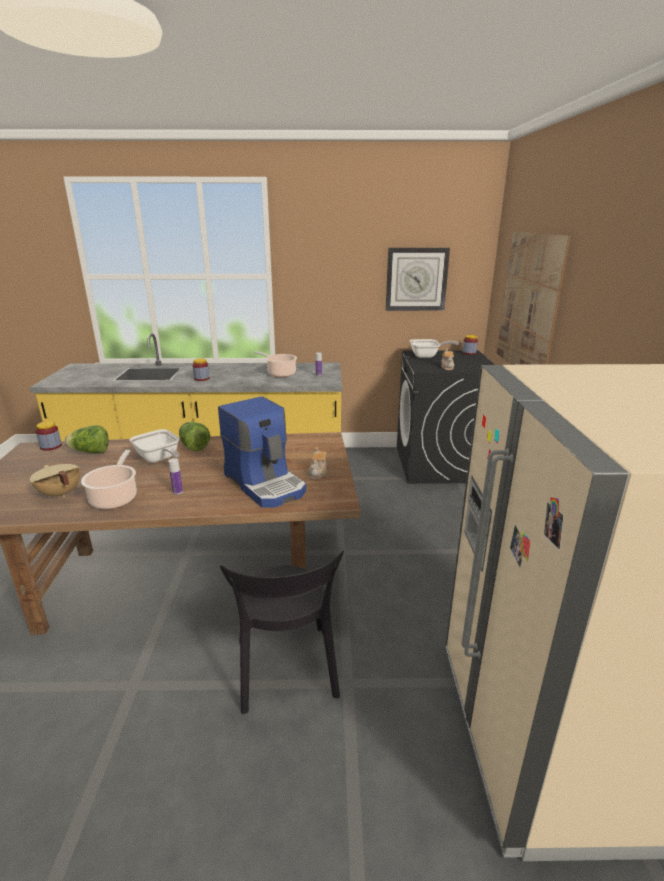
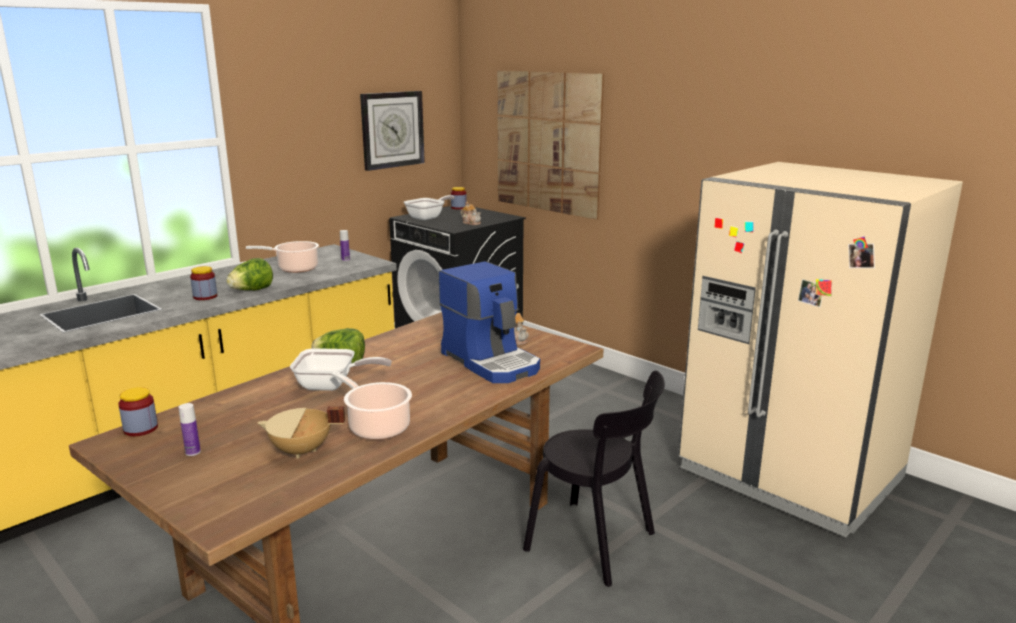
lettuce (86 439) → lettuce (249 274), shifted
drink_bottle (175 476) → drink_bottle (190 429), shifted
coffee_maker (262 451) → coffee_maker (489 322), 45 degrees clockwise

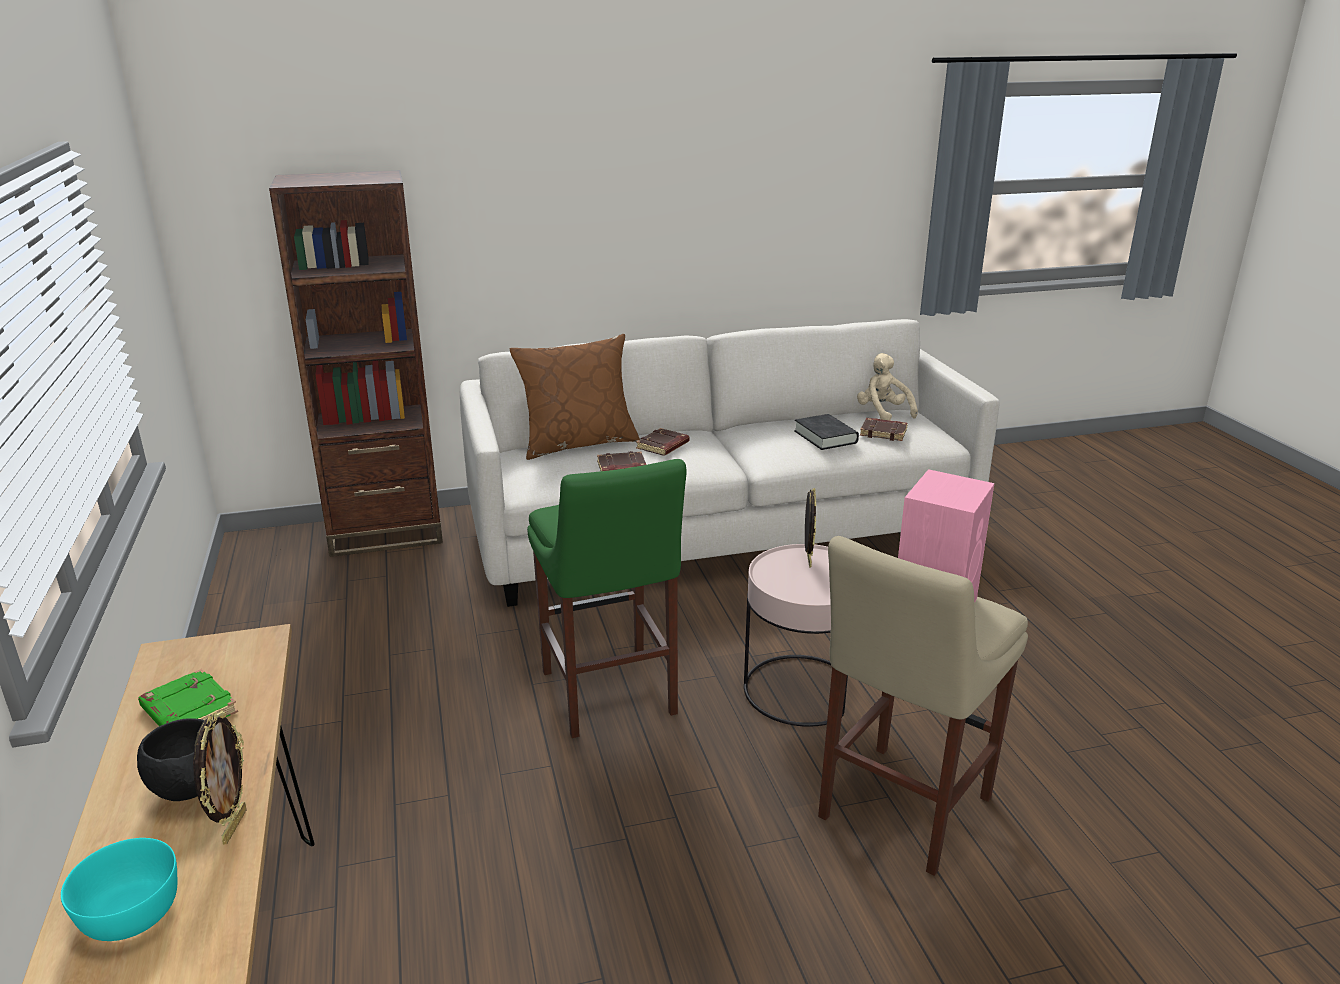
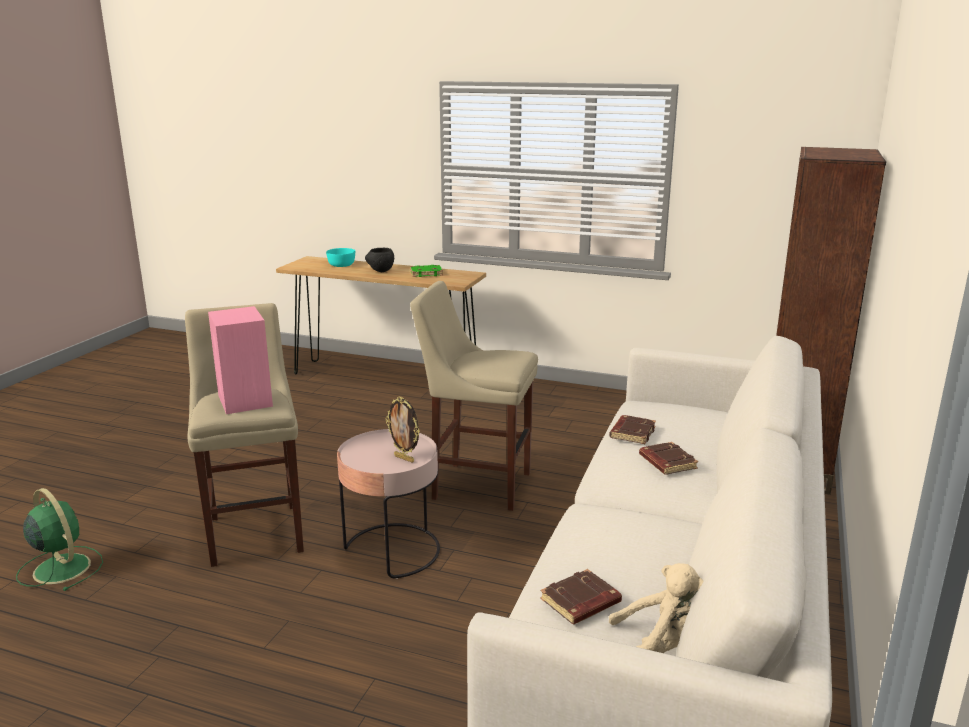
photo_frame (219 777) → -
brownish_pillow (575 397) → -
greenish_stool_seat (607 598) → beige-coloured_stool_seat (474 396)
black-coloured_book (826 432) → -
- → greenish_electric_fan (59 539)

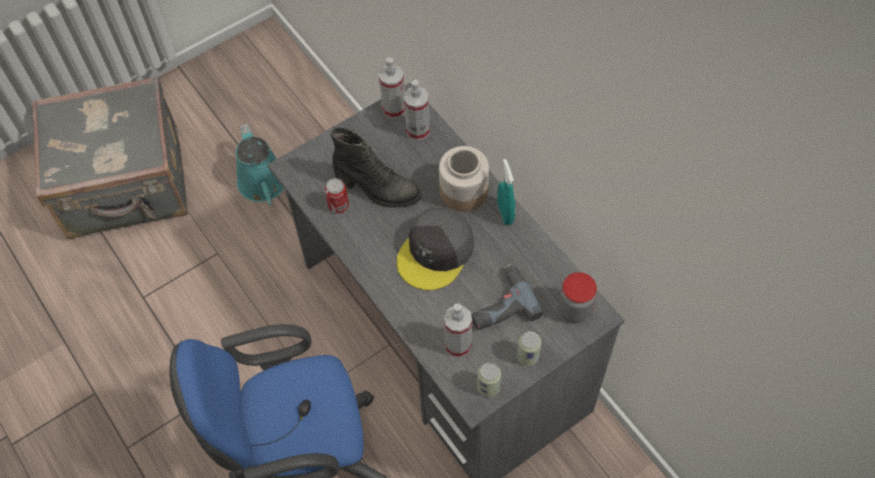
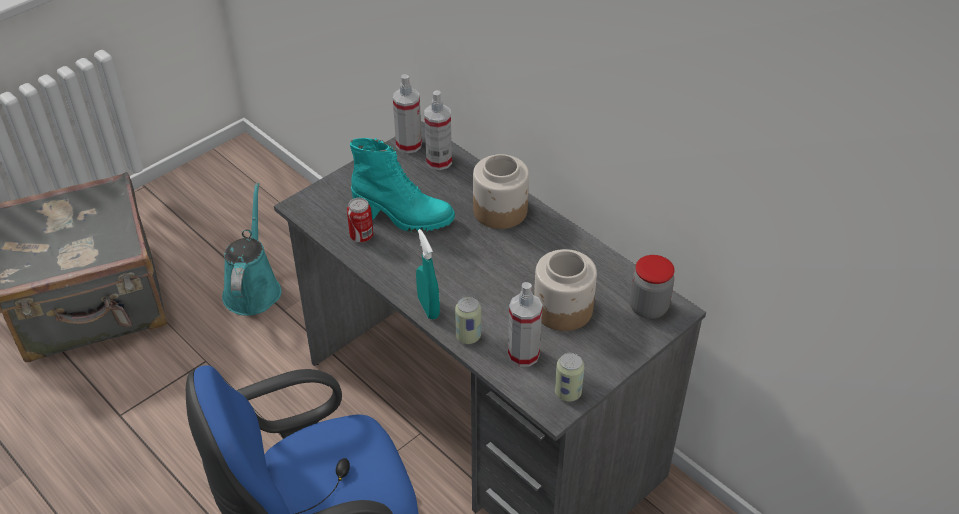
turquoise-coloured_watering_pot (260 164) → turquoise-coloured_watering_pot (252 249), 150 degrees counterclockwise
black-coloured_high-top_boot (376 168) → turquoise-coloured_high-top_boot (402 185)
gray_cap (435 248) → -
power_drill (507 296) → jar (565 290)
turquoise-coloured_hand_sprayer (506 192) → turquoise-coloured_hand_sprayer (428 274), shifted
sealed_can (529 348) → sealed_can (468 320), shifted

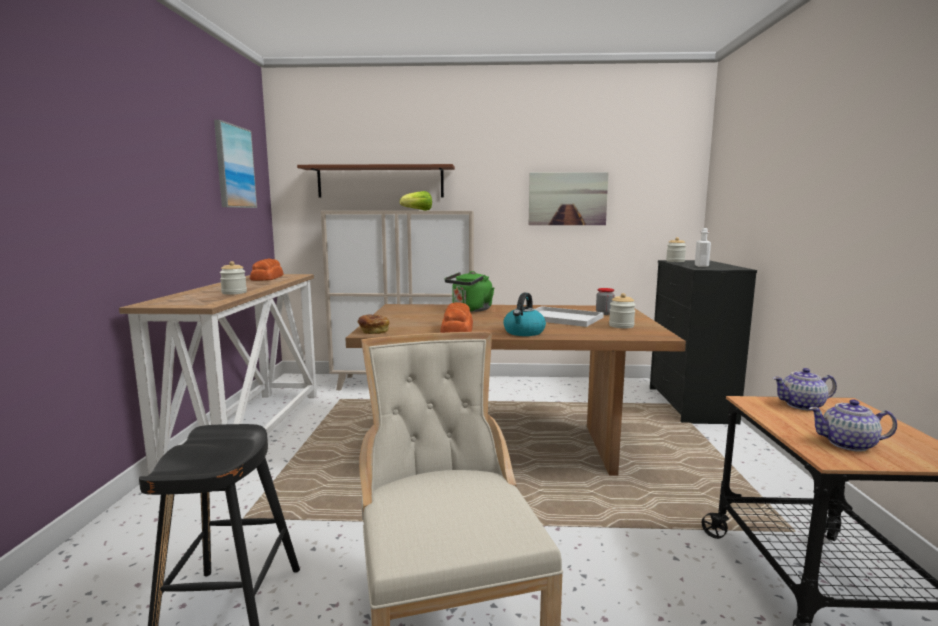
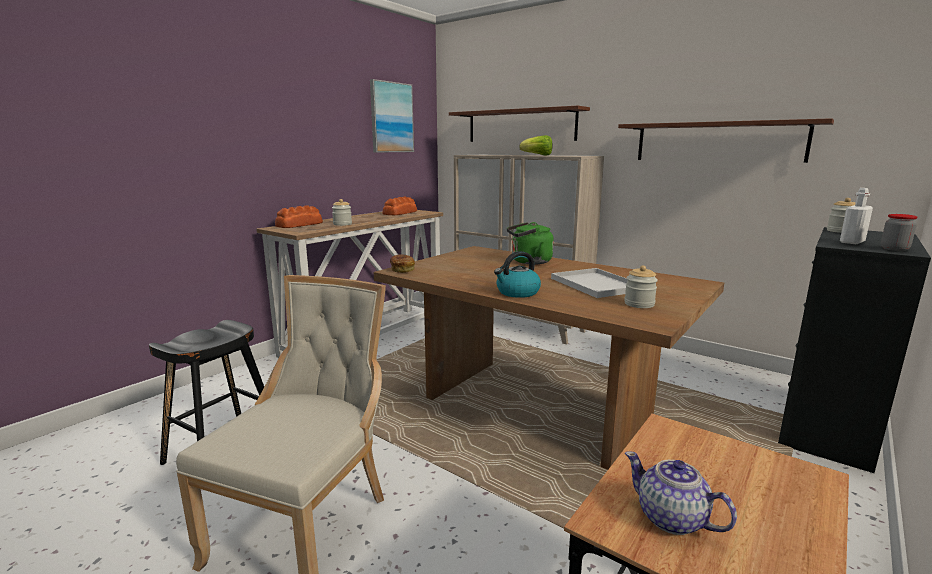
bread (456 317) → bread (299 216), shifted
picture (569 198) → brownish_shelf (726 140)
jar (605 301) → jar (899 232), shifted
teapot (805 389) → -

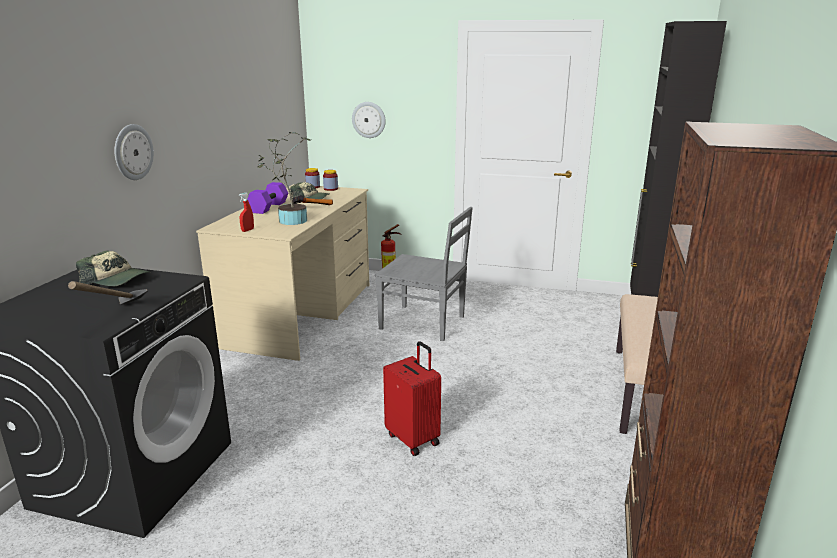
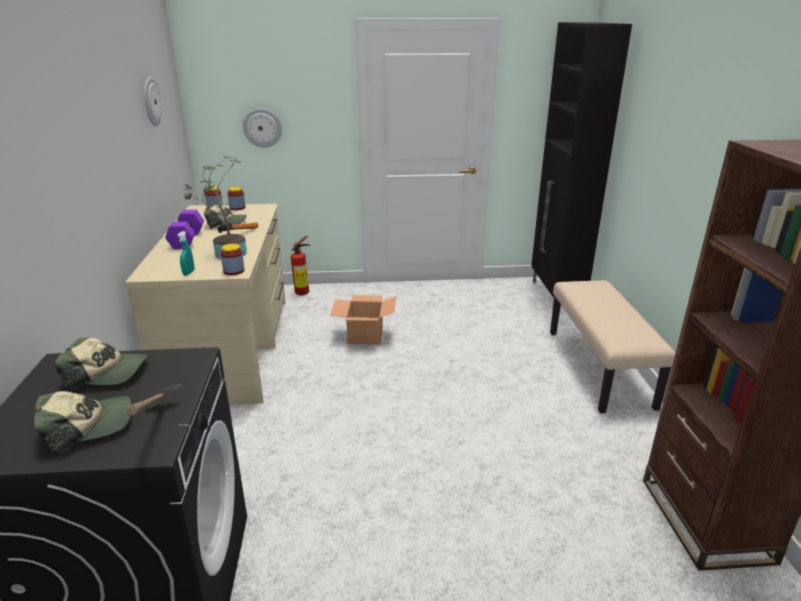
clock_on_the_wall (134 152) → clock_on_the_wall (153 101), shifted
red_hand_sprayer (246 212) → turquoise-coloured_hand_sprayer (186 253)
gray_chair (424 274) → cardboard_box (363 320)
red_piece_of_luggage (412 398) → -
- → cap (83 424)
- → jar (233 259)

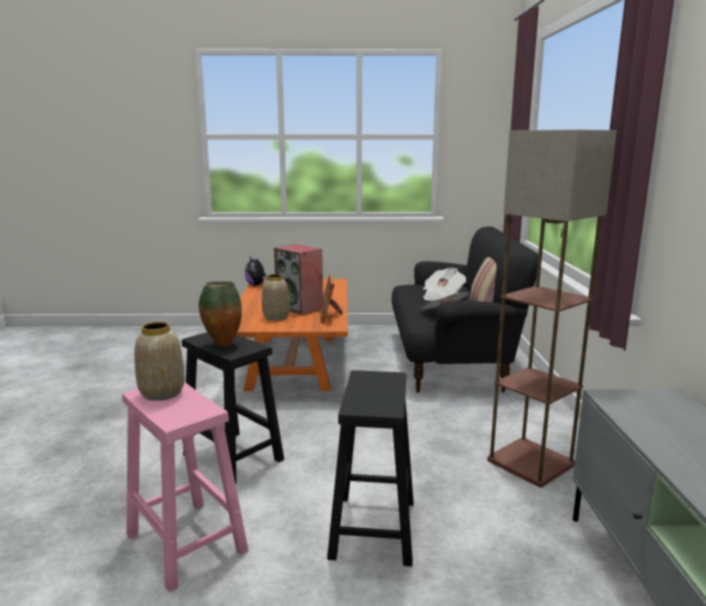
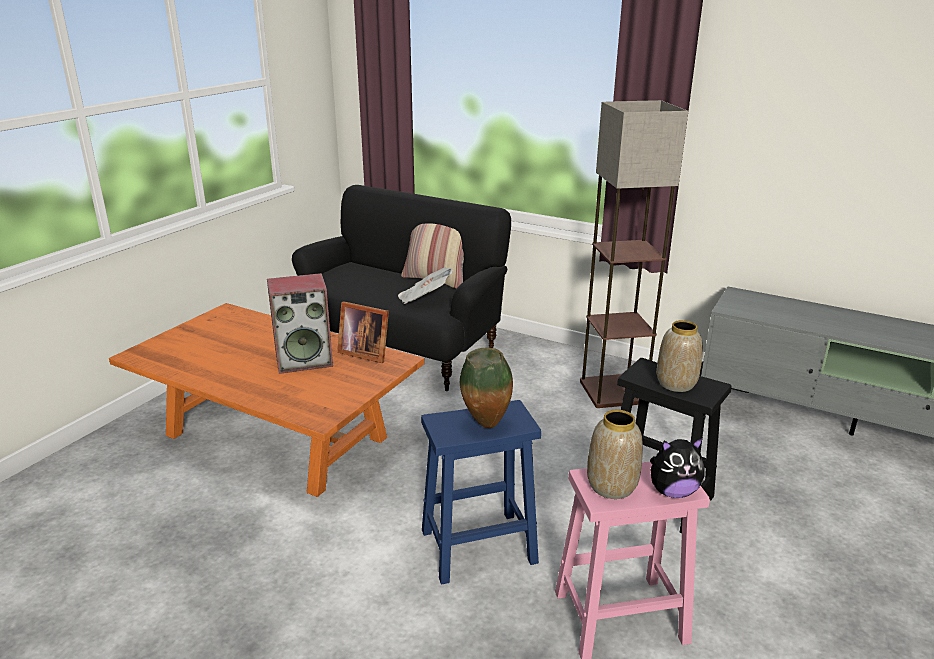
black-coloured_stool_seat (233 408) → blue_stool_seat (481 492)
cuddly_toy (256 271) → cuddly_toy (677 468), shifted
decorative_vase (276 297) → decorative_vase (680 356), shifted
printed_paper (444 284) → -

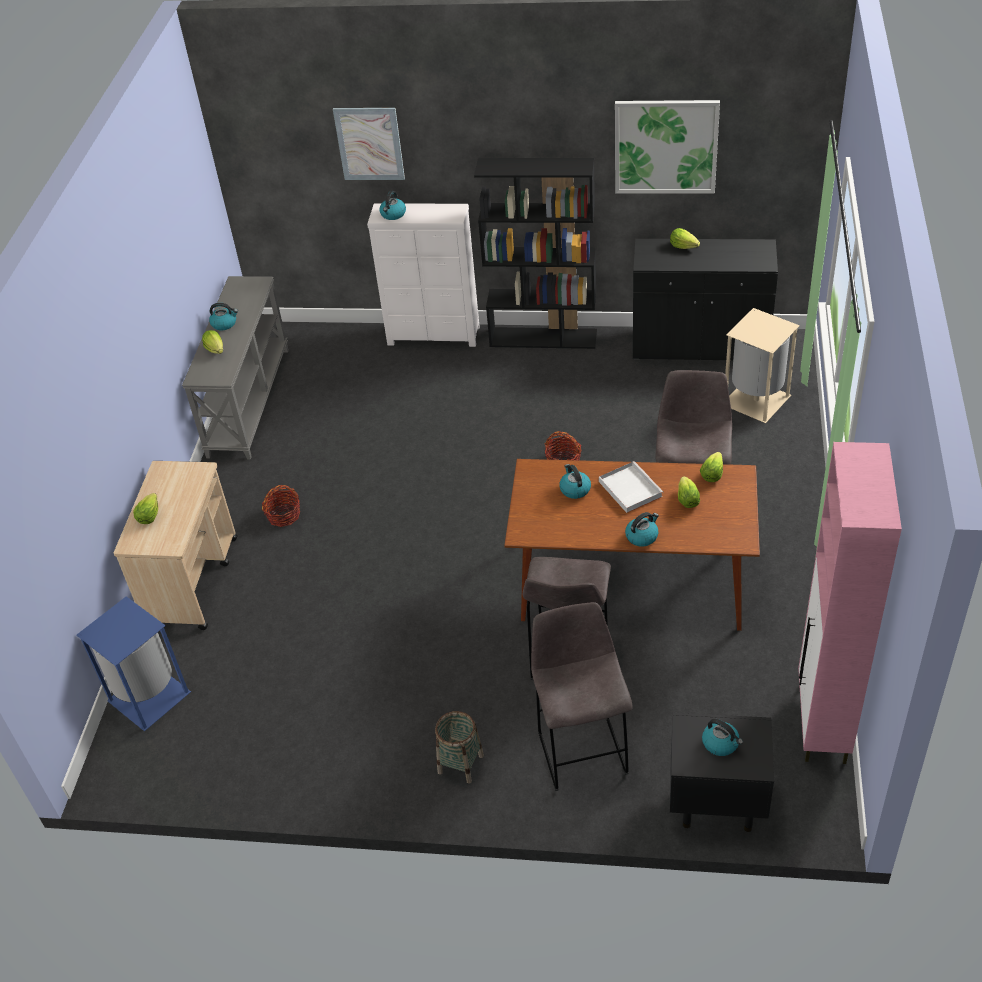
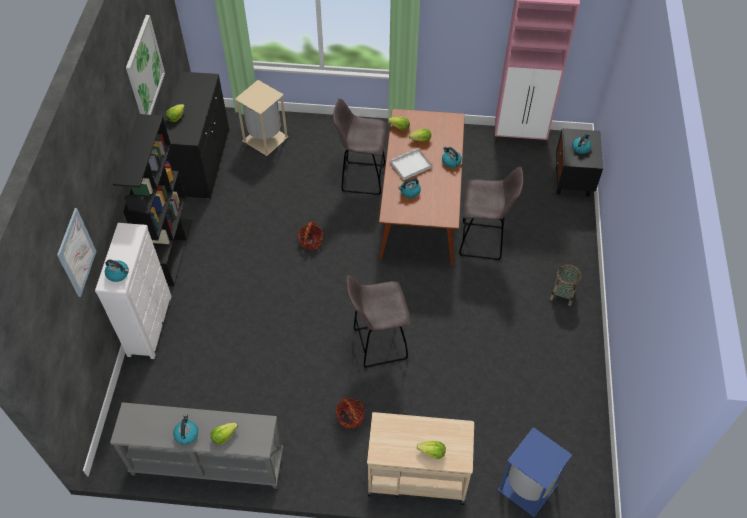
gray_stool_seat (582 696) → gray_stool_seat (379 321), shifted

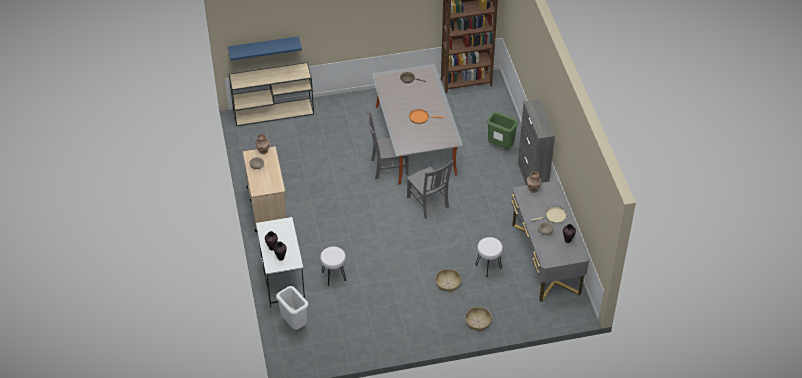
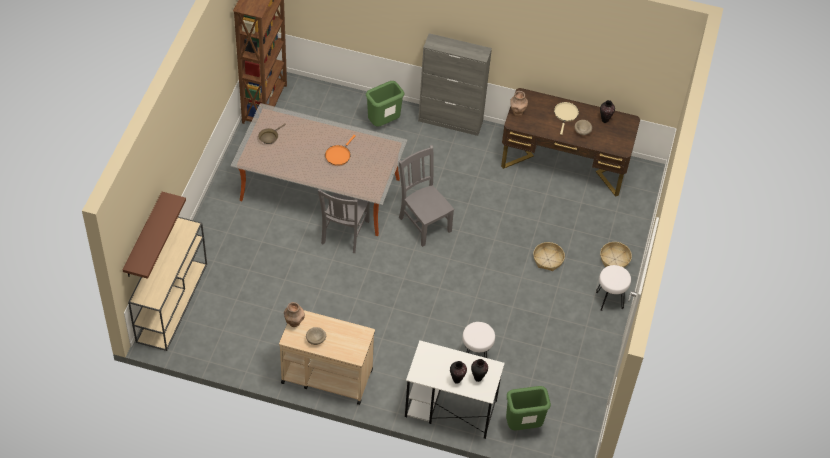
blue_shelf (265 48) → brownish_shelf (154 235)
white_rubbish_bin (292 308) → greenish_rubbish_bin (528 408)
gray_chair (430 189) → gray_chair (426 196), 120 degrees counterclockwise
white_stool_seat (489 257) → white_stool_seat (613 288), shifted
gray_desk_unit (550 241) → brownish_desk_unit (570 142)

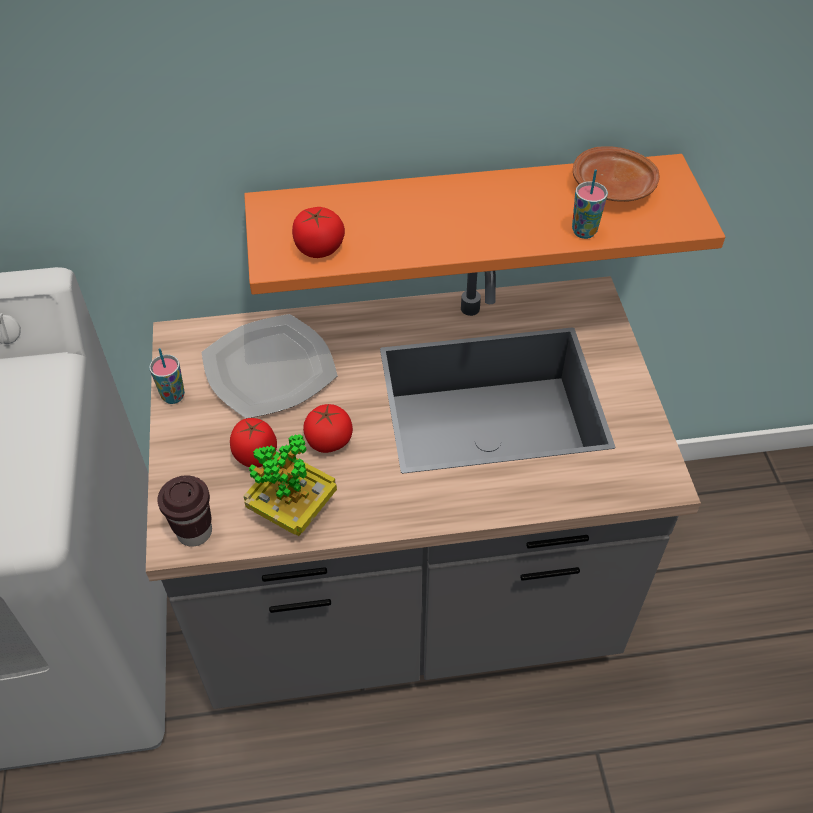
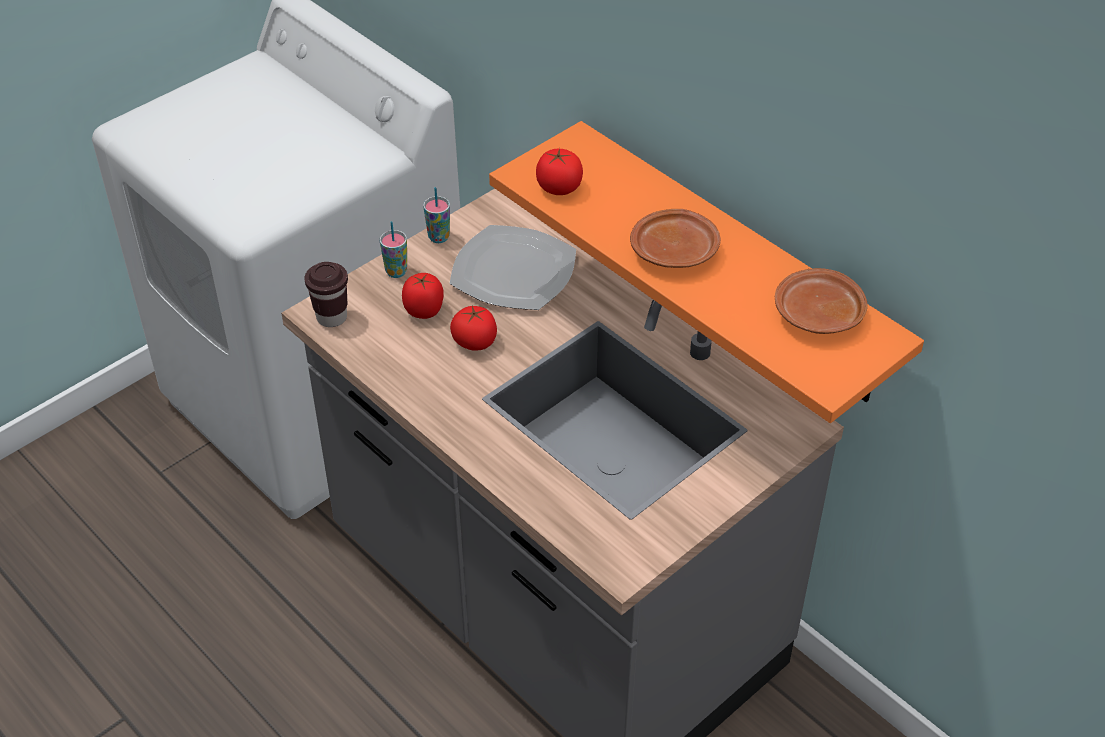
potted_plant (290 485) → -
drinking_cup (590 204) → drinking_cup (393 249), shifted
- → brownish_flat_dish (675 238)

